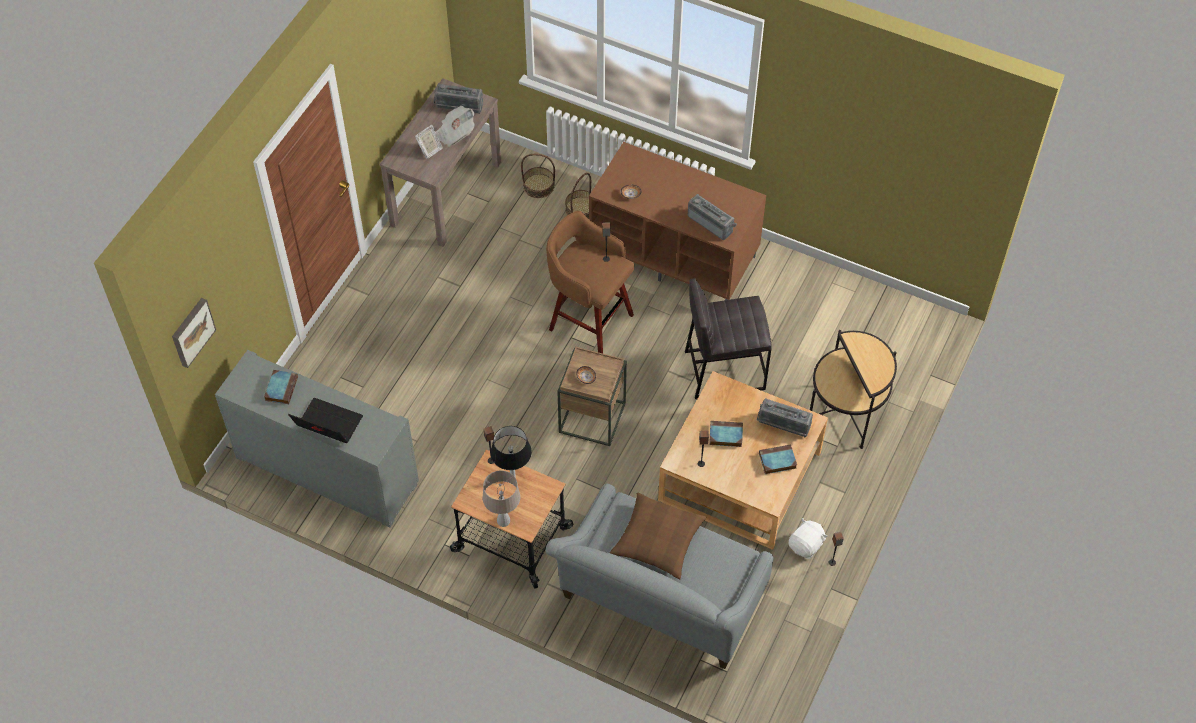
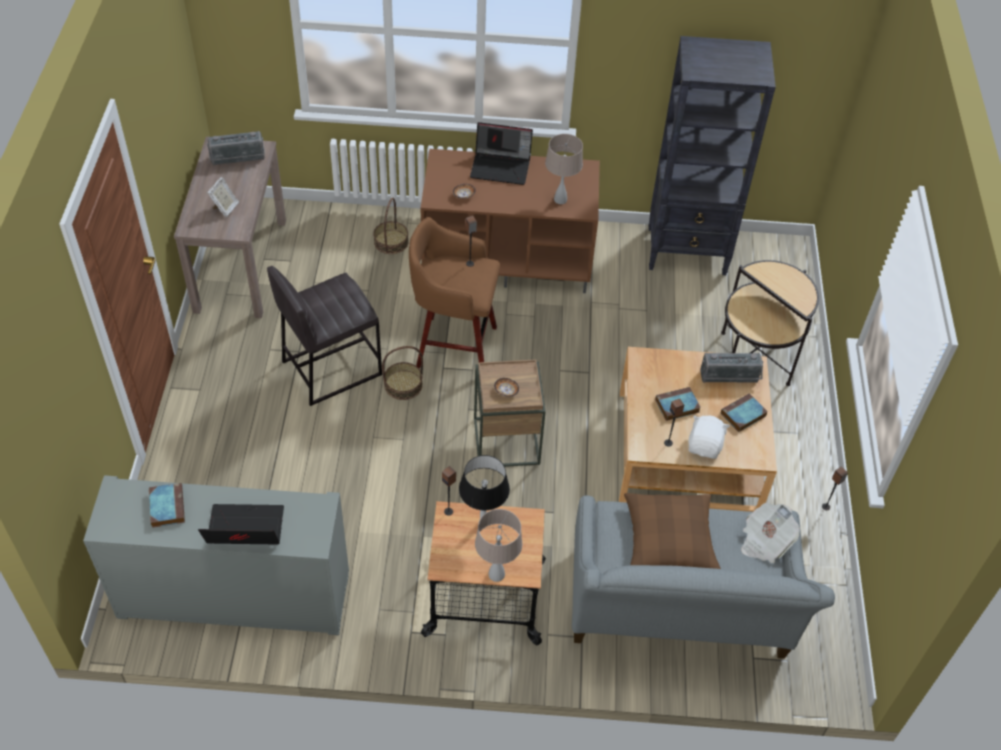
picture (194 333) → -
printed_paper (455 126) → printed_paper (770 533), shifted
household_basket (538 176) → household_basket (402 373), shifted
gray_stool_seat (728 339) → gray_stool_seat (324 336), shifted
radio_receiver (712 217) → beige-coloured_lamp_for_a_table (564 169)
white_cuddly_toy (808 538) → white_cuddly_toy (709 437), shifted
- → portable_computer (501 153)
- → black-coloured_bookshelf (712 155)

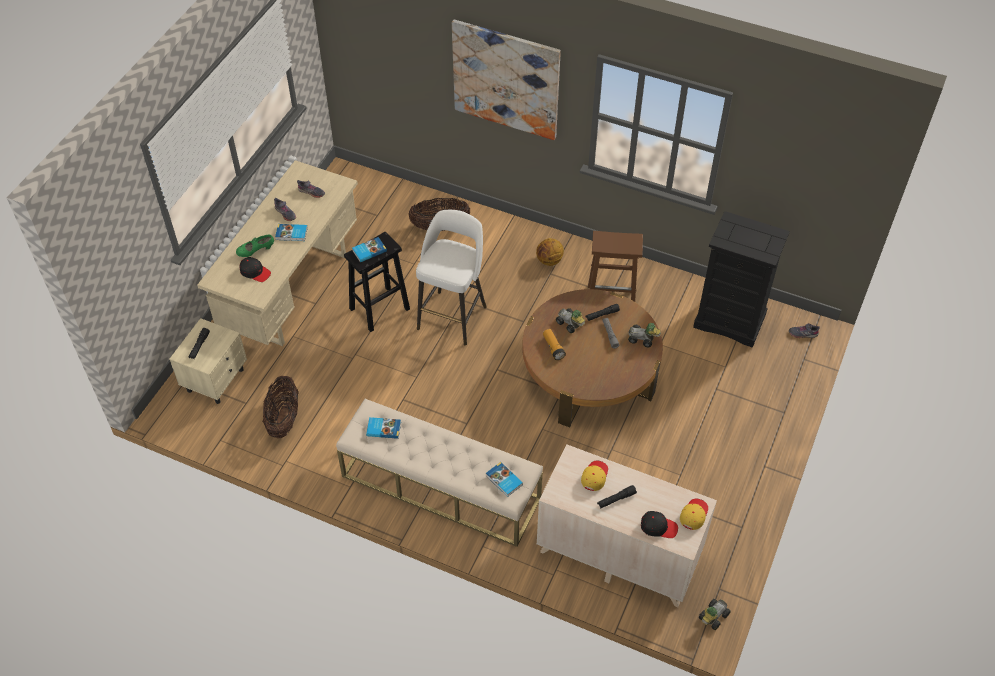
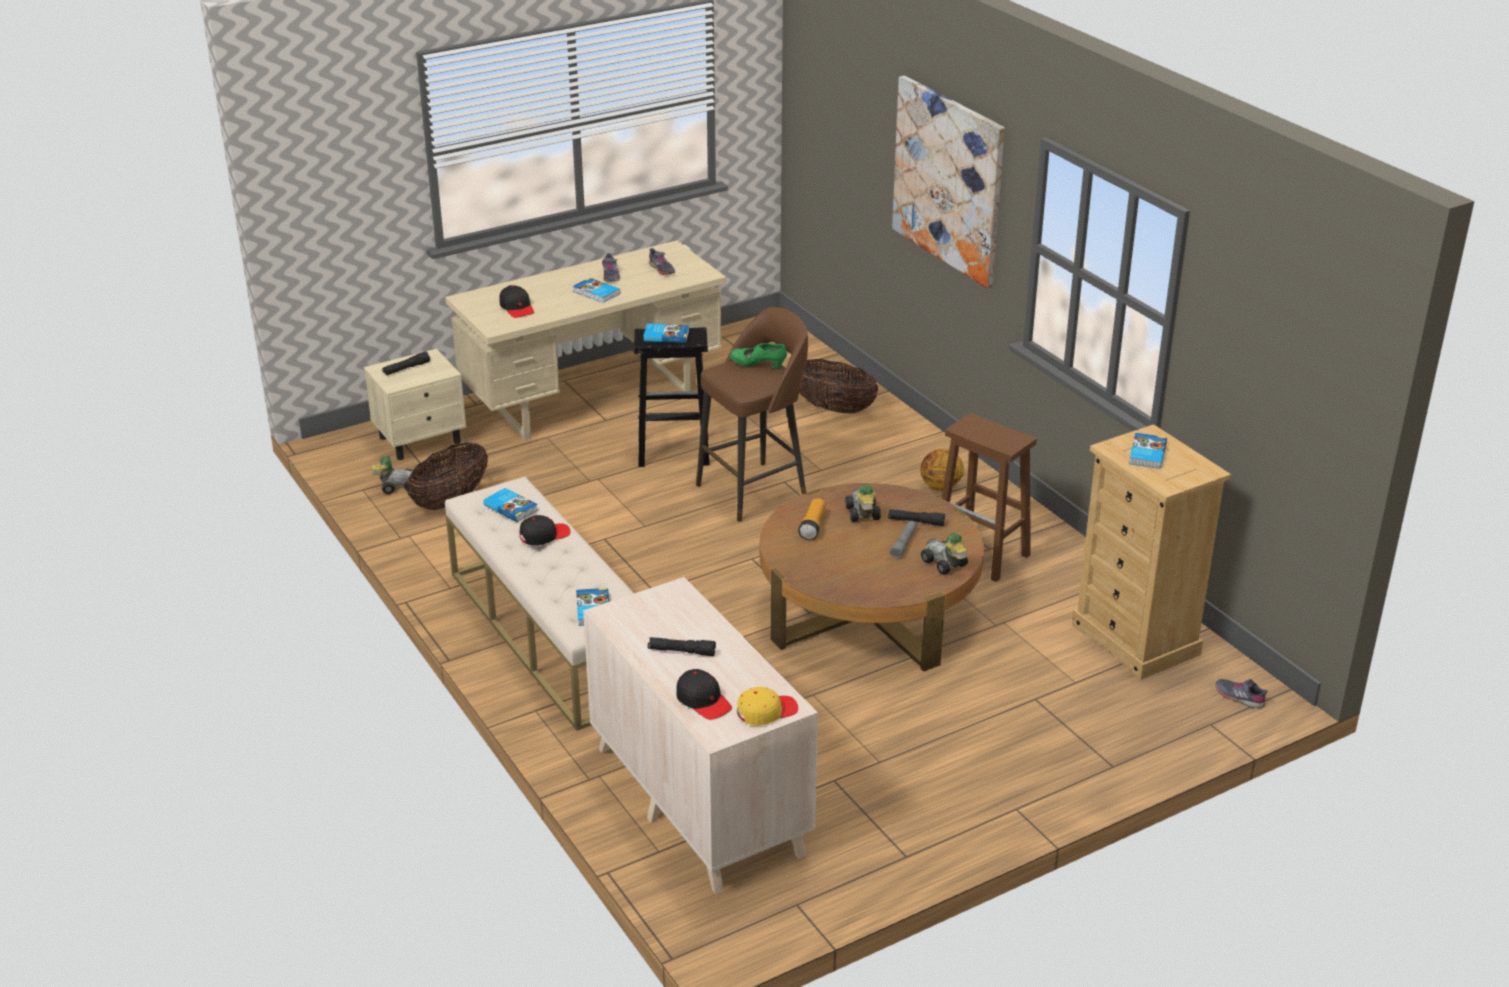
greenish_shoe (255 246) → greenish_shoe (758 356), shifted
white_stool_seat (451 277) → brownish_stool_seat (752 414)
yellow-coloured_cap (594 476) → -
black-coloured_dresser (741 279) → beige-coloured_dresser (1151 552)
toy_car (715 614) → toy_car (392 474), shifted
- → black-coloured_cap (545 530)
- → book (1148 451)

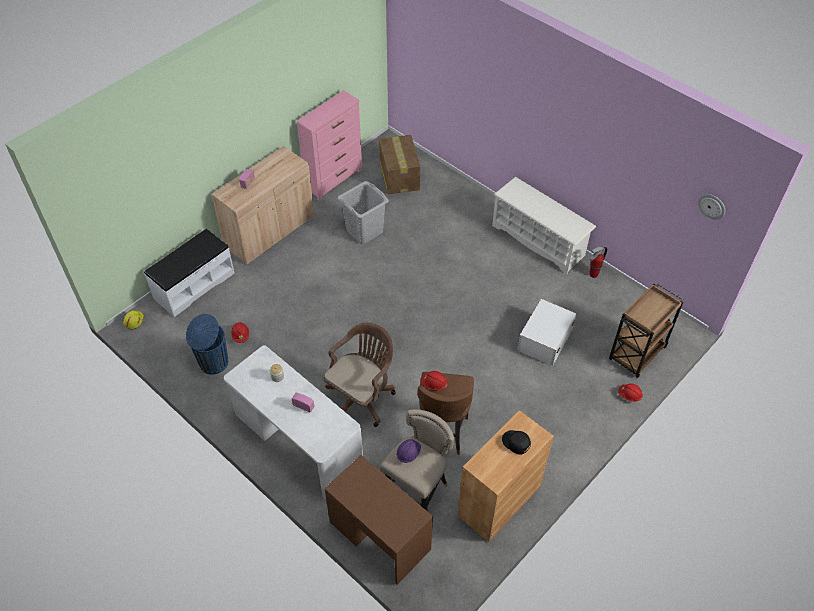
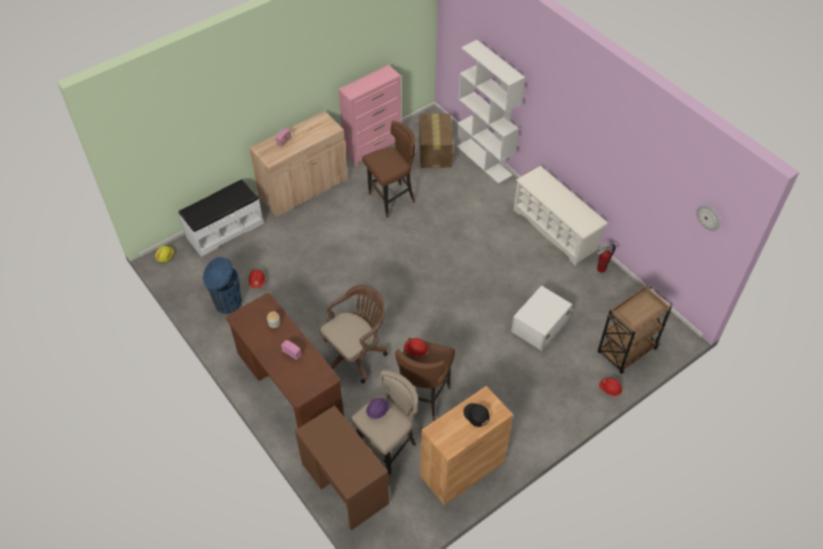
white_desk_unit (293 422) → brownish_desk_unit (285 360)
gray_hamper (363 212) → brownish_stool_seat (388 169)
- → white_bookshelf (490 112)

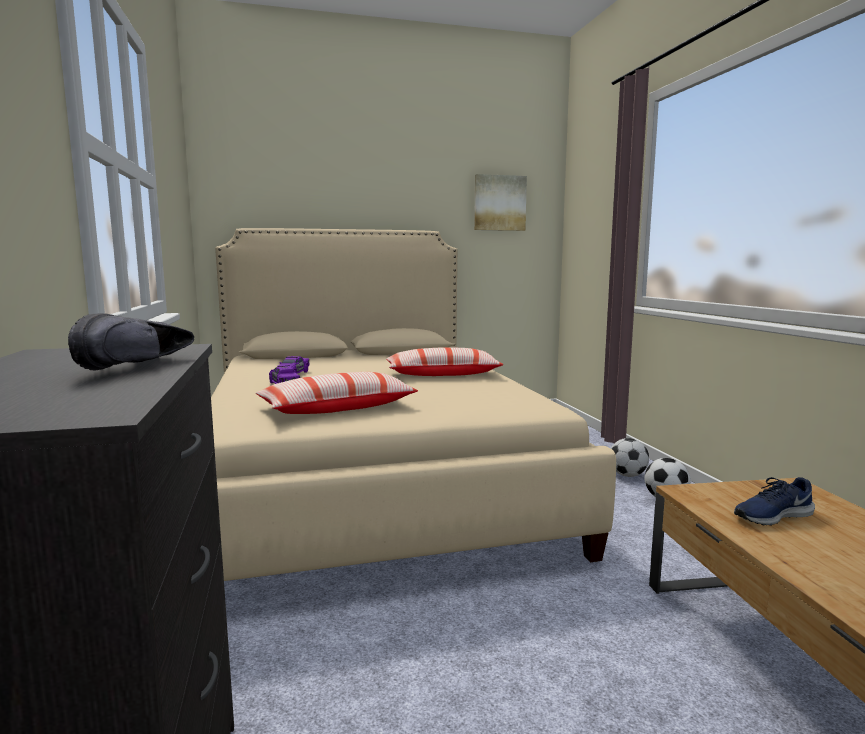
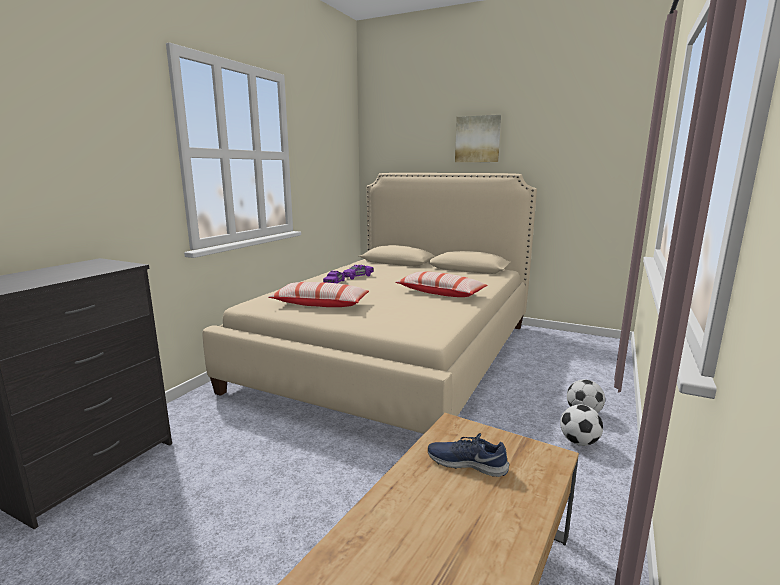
black-coloured_shoe (131 342) → -
picture (500 202) → picture (478 138), shifted

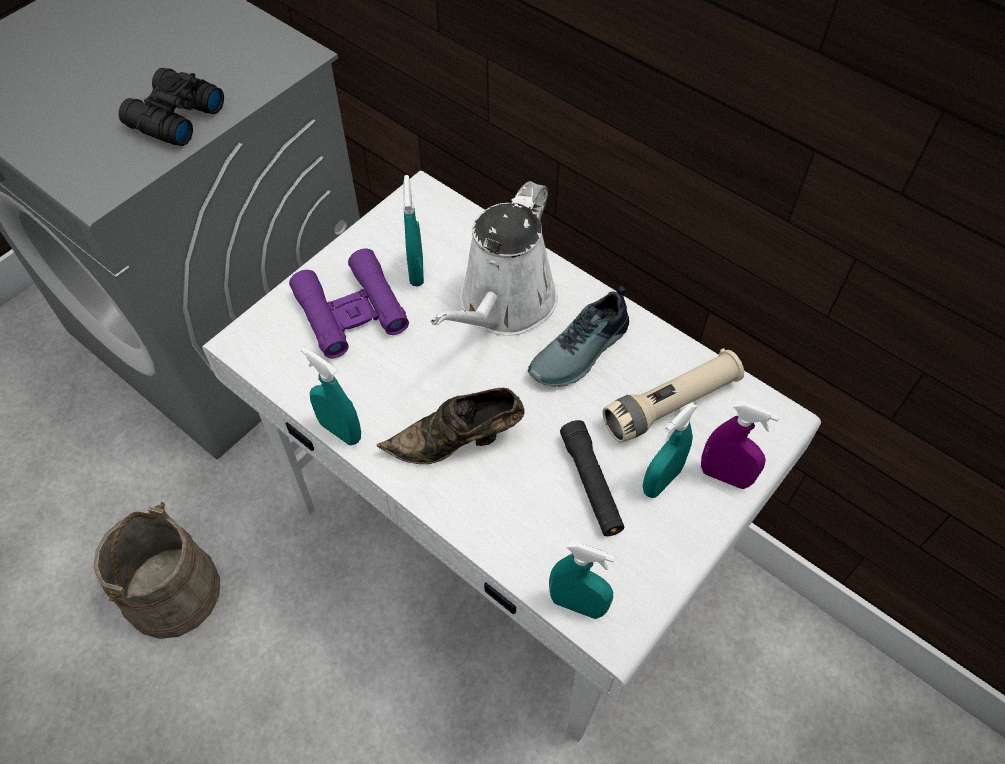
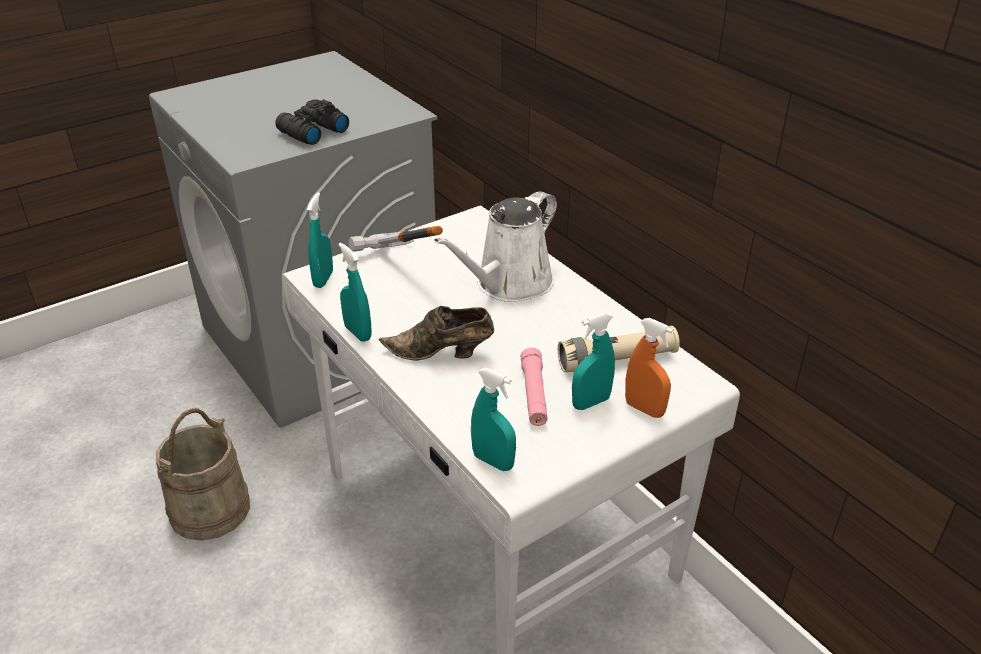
purple_binoculars (349 304) → hand_hammer (395 239)
turquoise-coloured_hand_sprayer (413 231) → turquoise-coloured_hand_sprayer (320 240), shifted
shoe (578 336) → -
black-coloured_torch (592 478) → pink-coloured_torch (534 387)
purple_hand_sprayer (740 445) → orange-coloured_hand_sprayer (649 368)

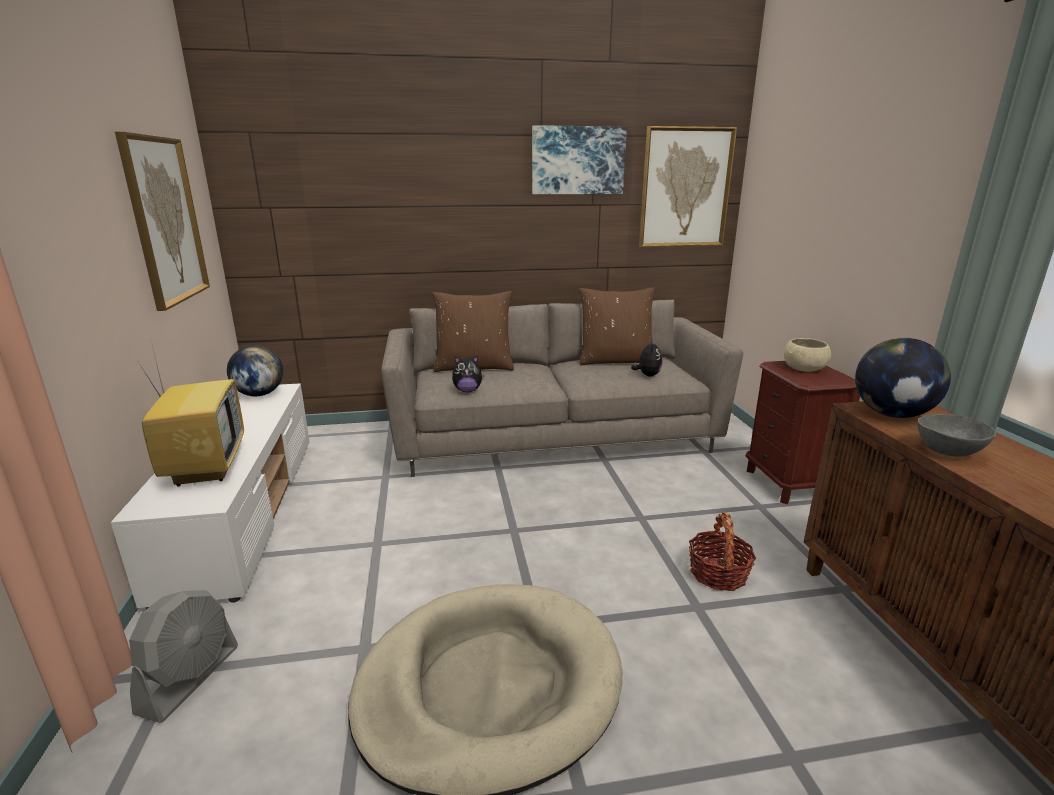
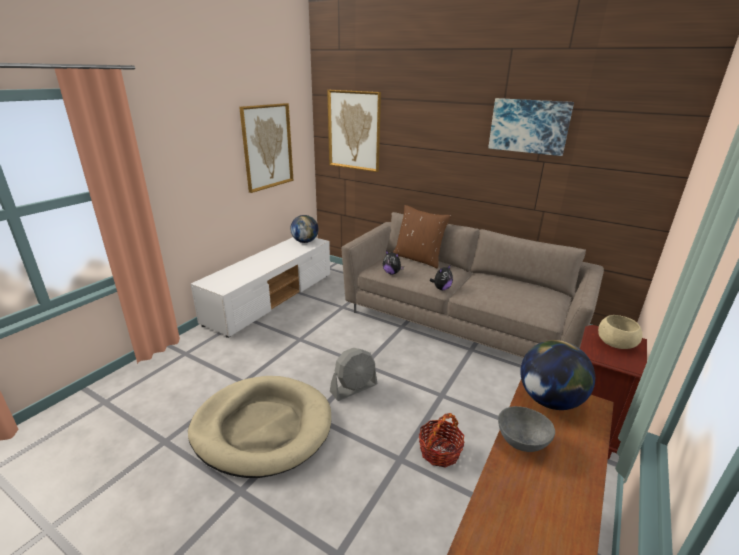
gray_electric_fan (183 656) → gray_electric_fan (353 374), shifted
TV (191 412) → -
brownish_pillow (617 326) → -
cuddly_toy (647 358) → cuddly_toy (441 277), shifted
picture (688 186) → picture (354 131), shifted

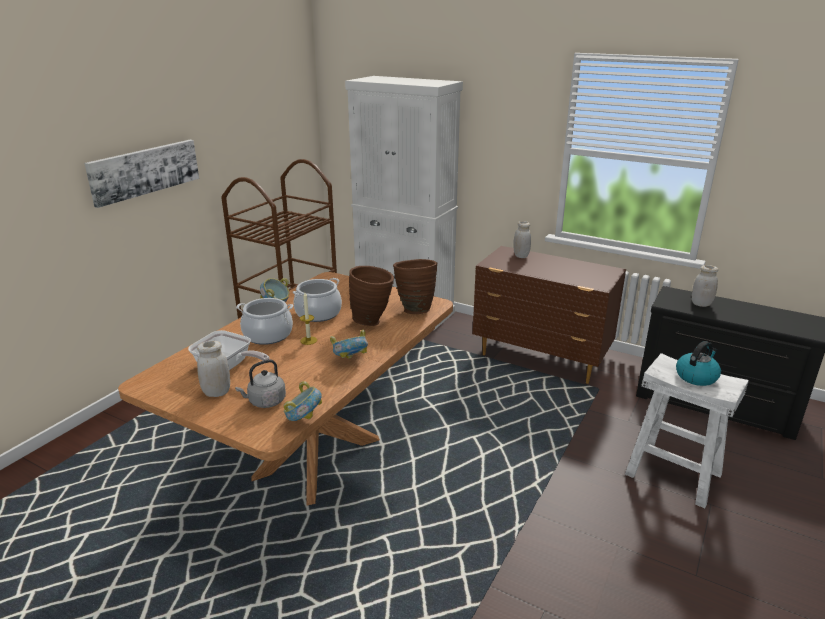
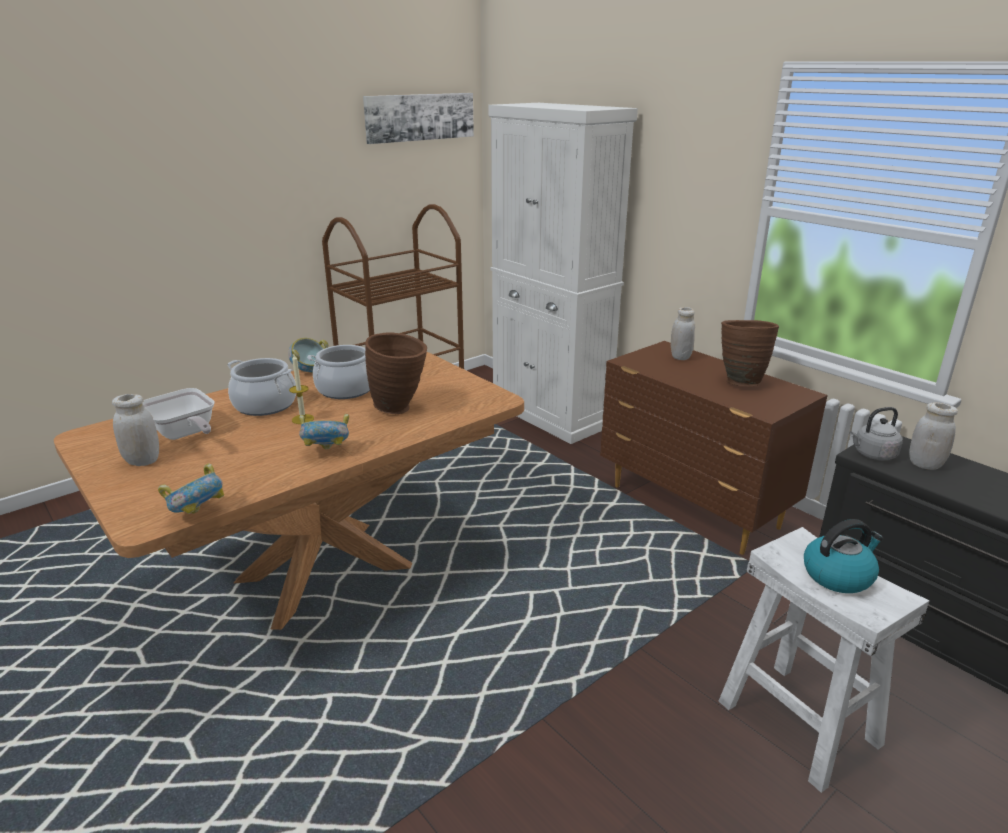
picture (141 174) → picture (418 118), shifted
gray_tea_kettle (260 383) → gray_tea_kettle (876 433), shifted
brownish_decorative_vase (415 286) → brownish_decorative_vase (750 353), shifted

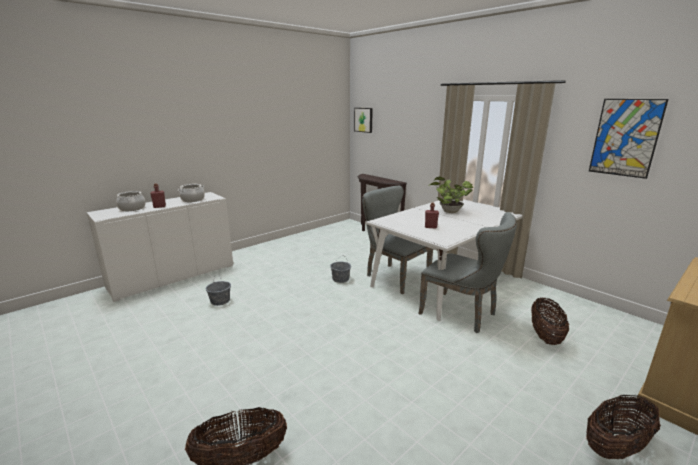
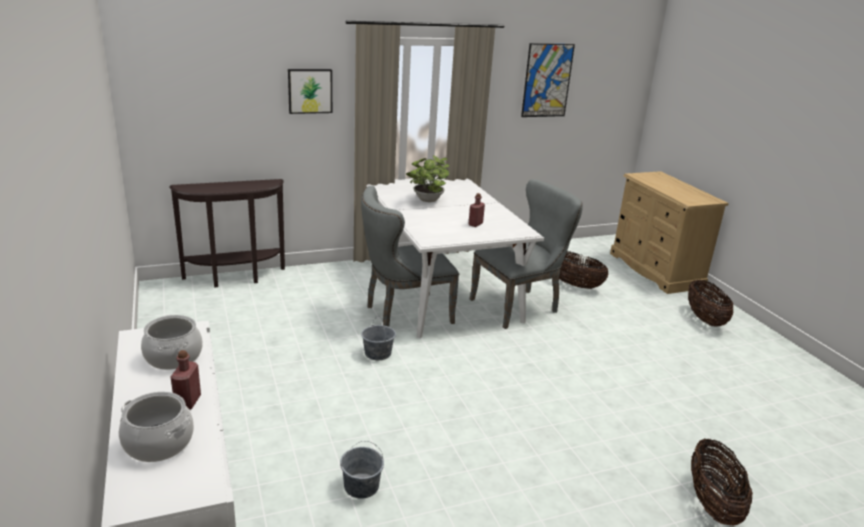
picture (363 120) → picture (310 91), shifted

